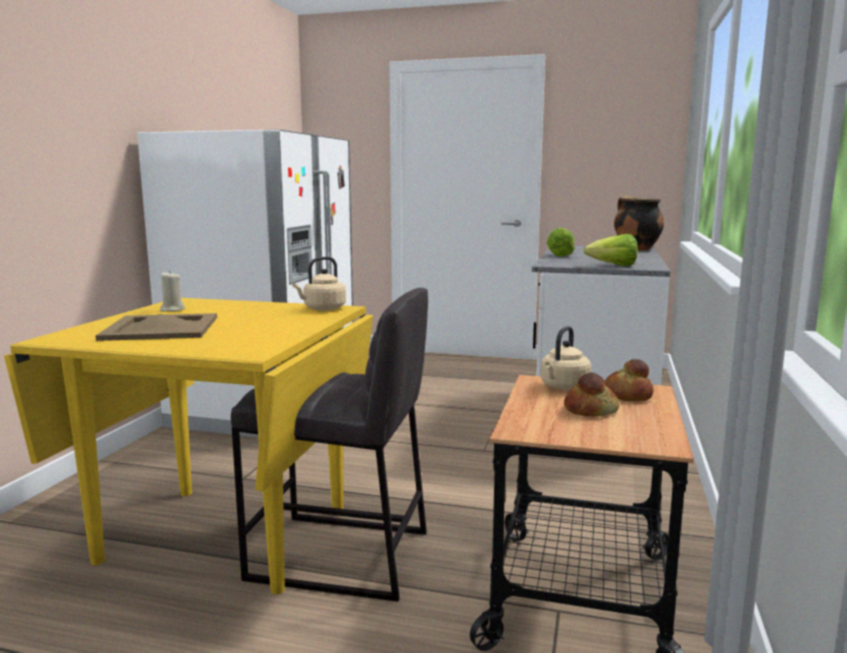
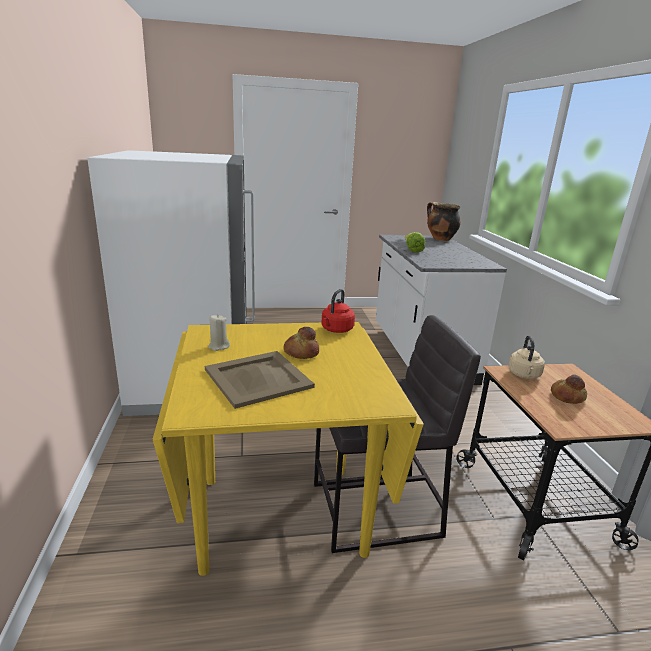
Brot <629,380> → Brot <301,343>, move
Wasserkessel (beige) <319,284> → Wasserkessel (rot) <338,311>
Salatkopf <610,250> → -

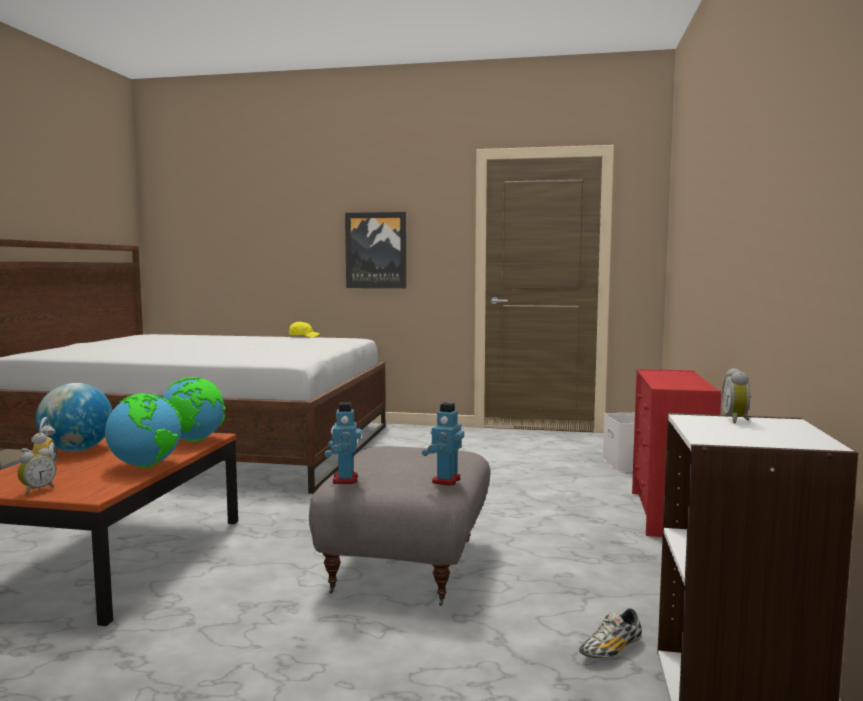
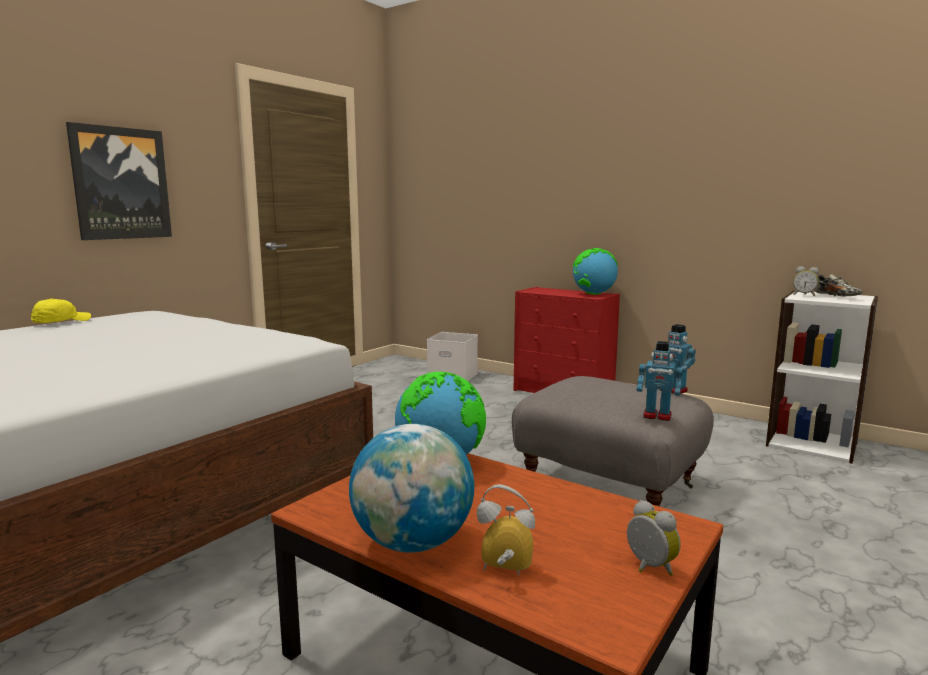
Globus <144,430> → Globus <595,271>, move
Schuh <610,633> → Schuh <839,285>, move

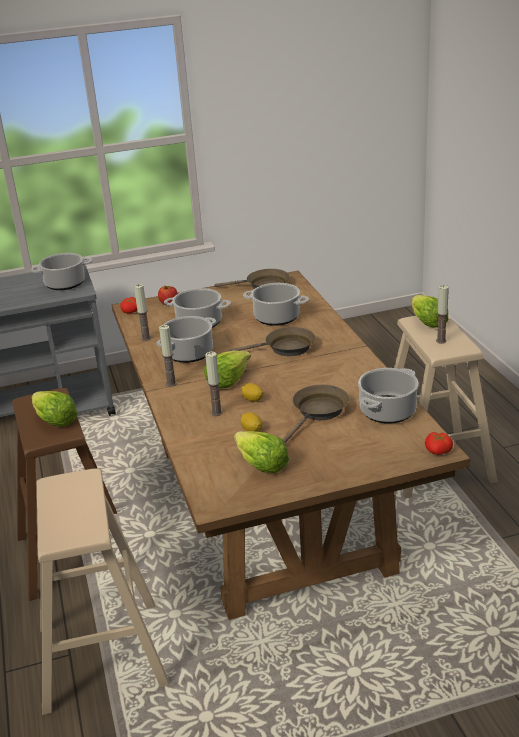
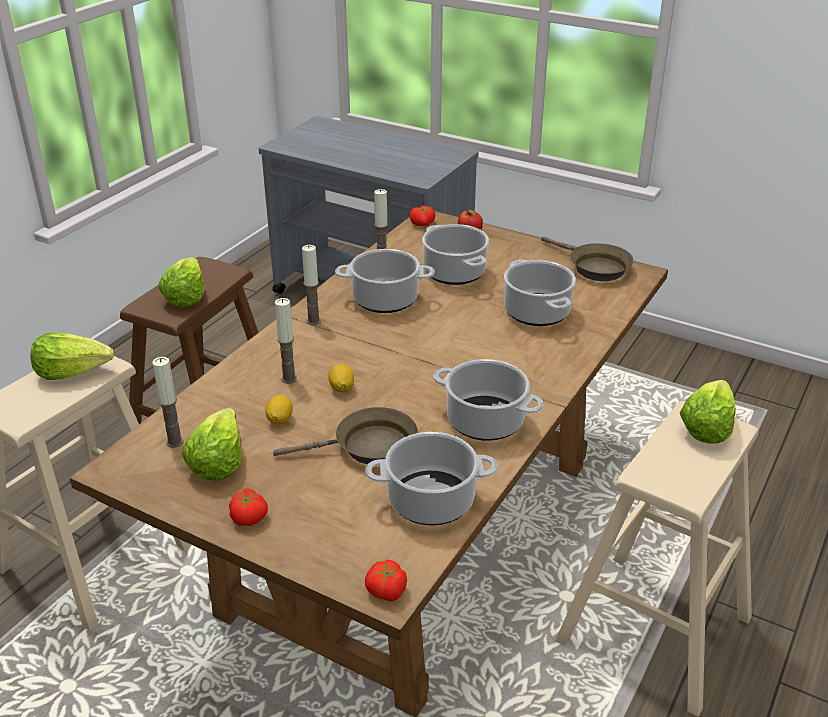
Salatkopf <227,369> → Salatkopf <72,356>, move
Kerze <442,314> → Kerze <168,402>, move
- → Tomate <248,507>
Kochtopf <62,271> → Kochtopf <488,400>, move
Pfanne (braun) <271,341> → -

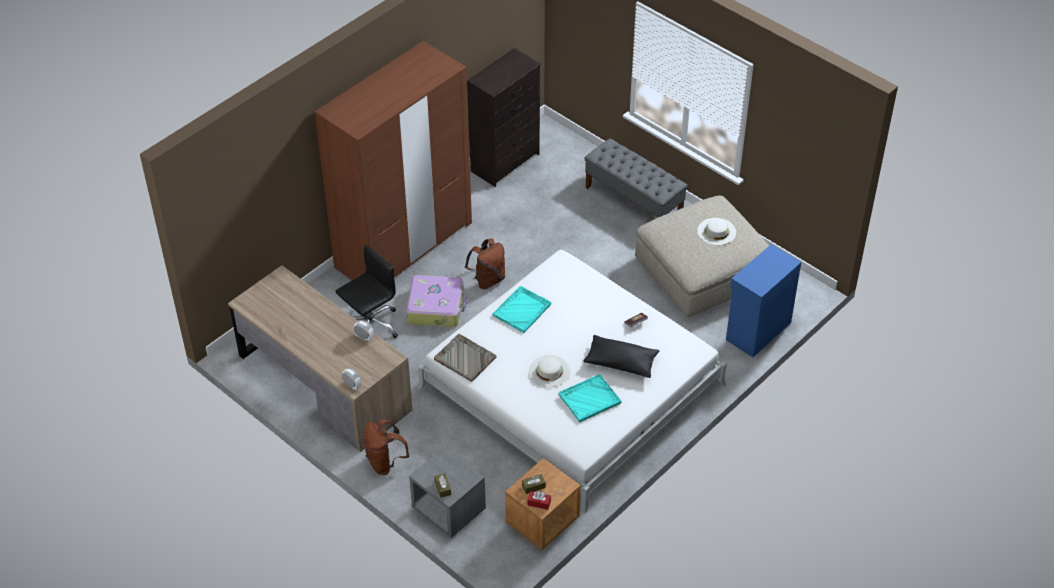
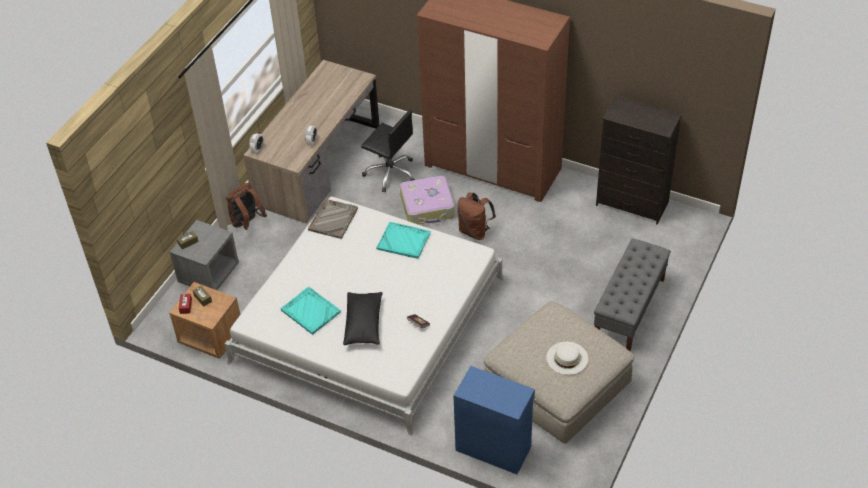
Hut (weiß) <549,371> → -

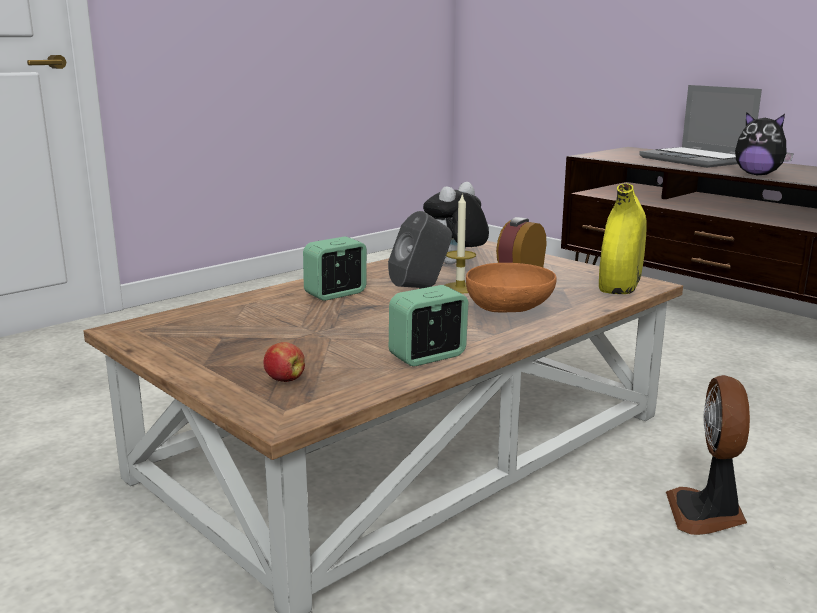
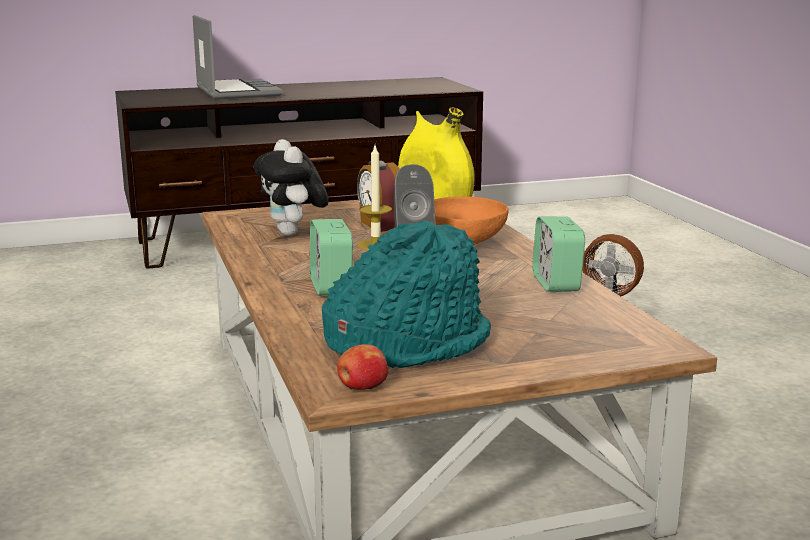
Laptop <700,126> → Laptop <238,57>, 105 degrees counterclockwise
- → Hut (türkis) <406,294>
Apfel <284,362> → Apfel <362,367>, move
Plüschtier <764,143> → -

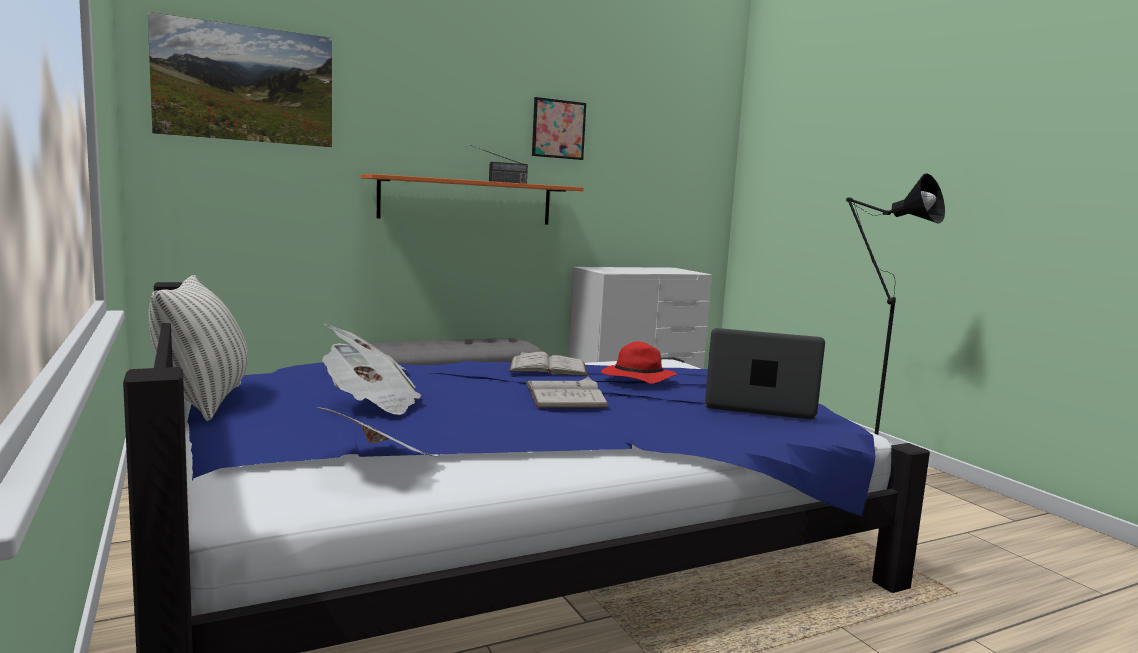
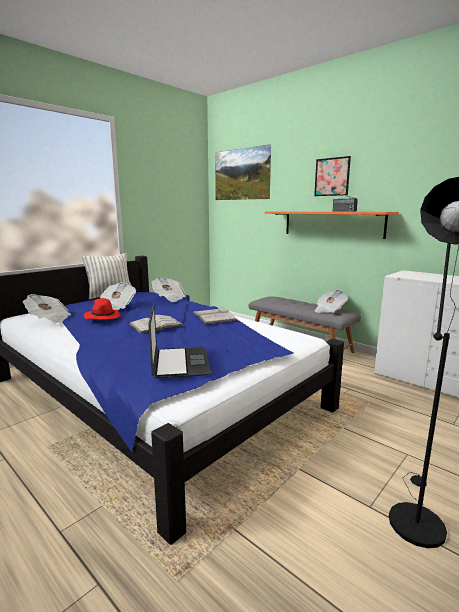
Hut (rot) <638,362> → Hut (rot) <102,309>, move
Bild <559,128> → Bild <332,176>, move
- → Zeitung <331,301>

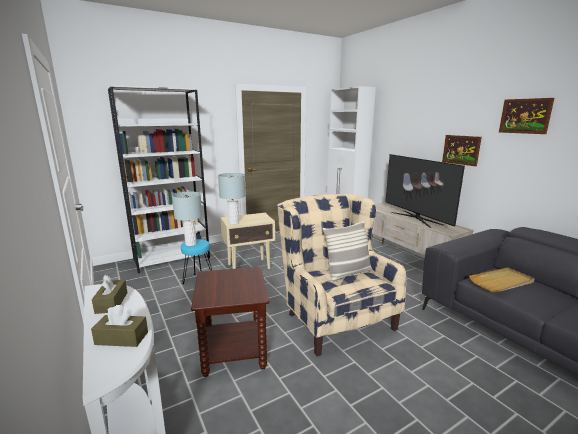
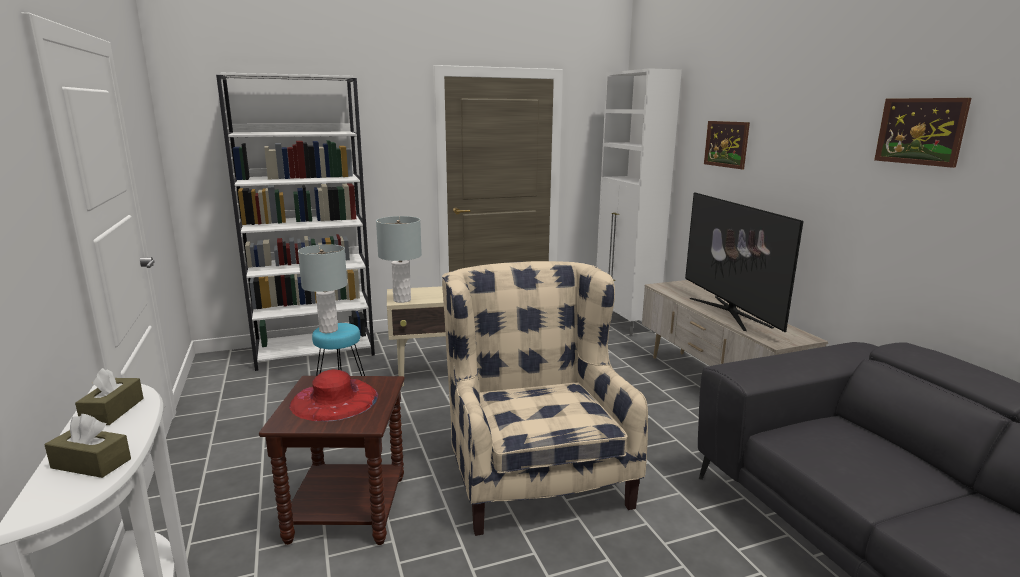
- → Hut (rot) <333,395>
Bild <462,150> → Bild <727,145>, move
Kissen <347,252> → -
Tablett (beige) <502,279> → -

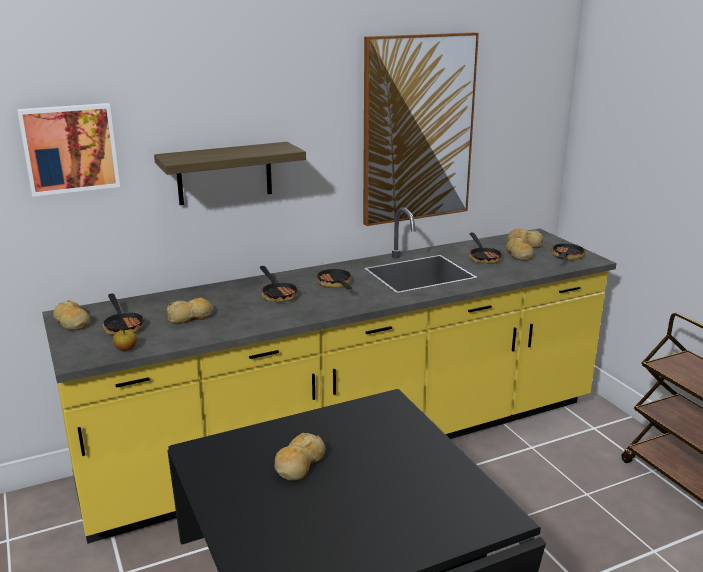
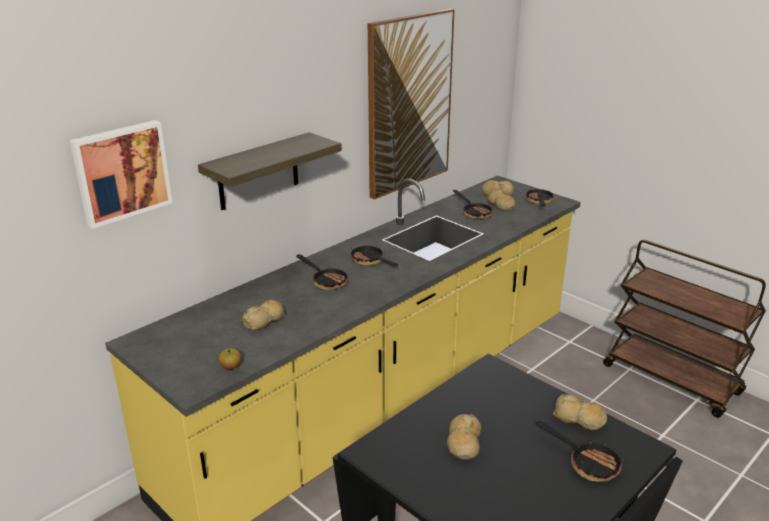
Pfanne <124,314> → Pfanne <579,451>, move
Brot <71,315> → Brot <580,412>, move

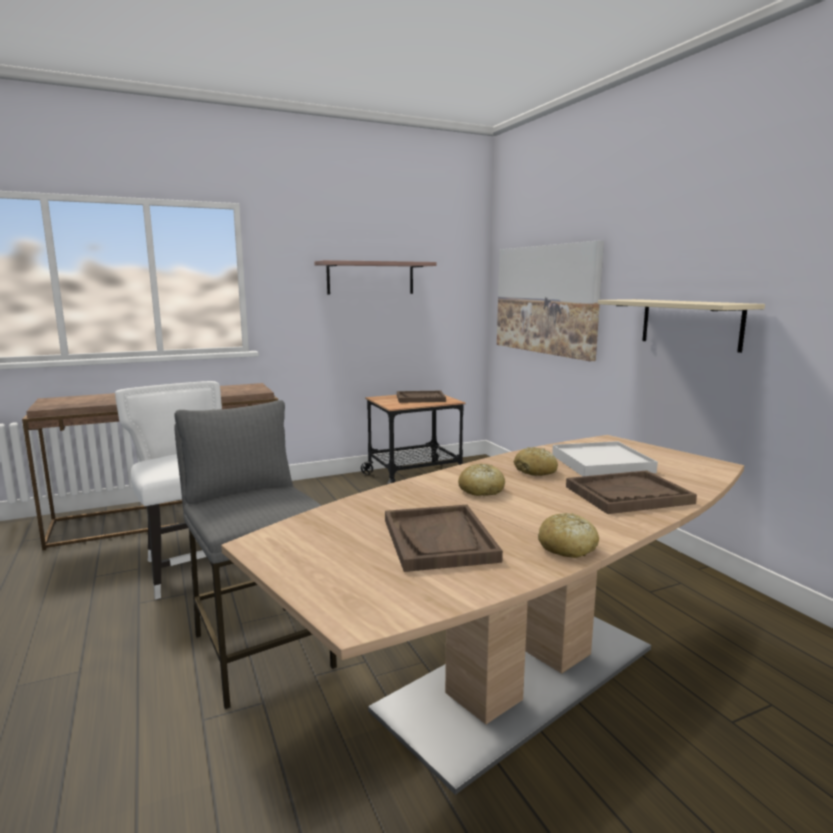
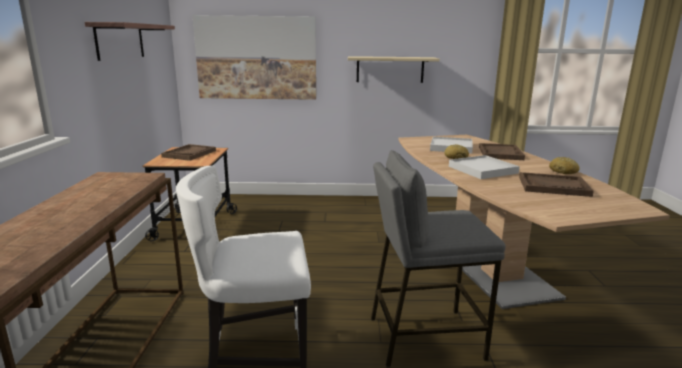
Brot <481,479> → Tablett (weiß) <484,167>

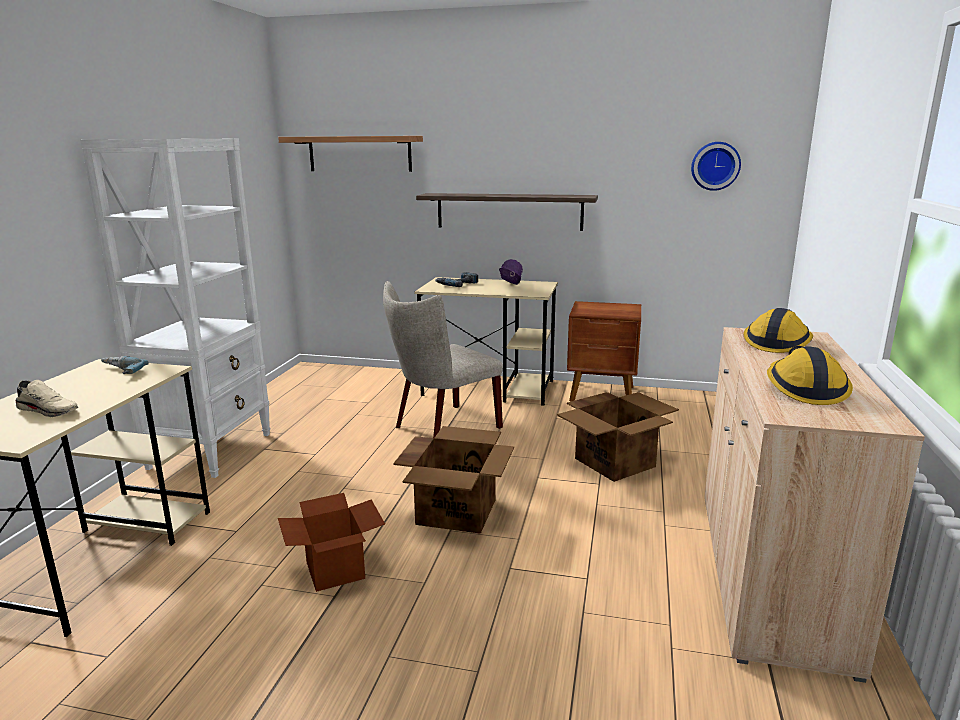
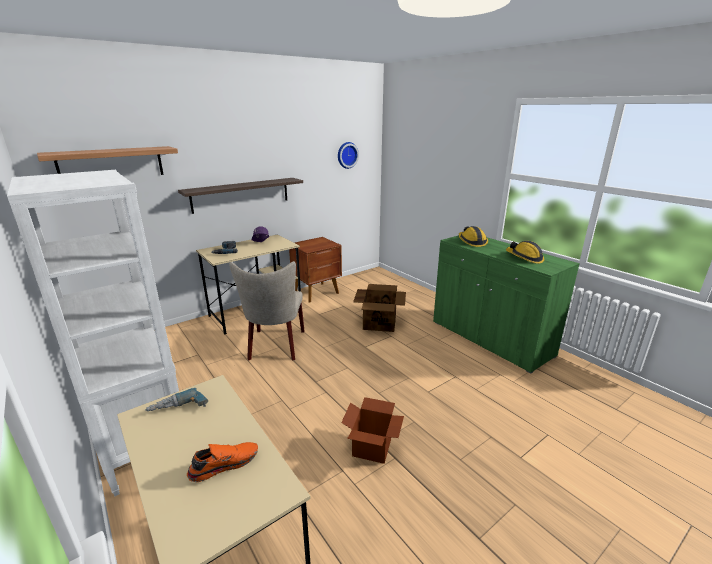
Schuh (beige) <47,398> → Schuh (orange) <222,462>
Schrank (beige) <814,505> → Schrank (grün) <506,304>
Karton <453,480> → -

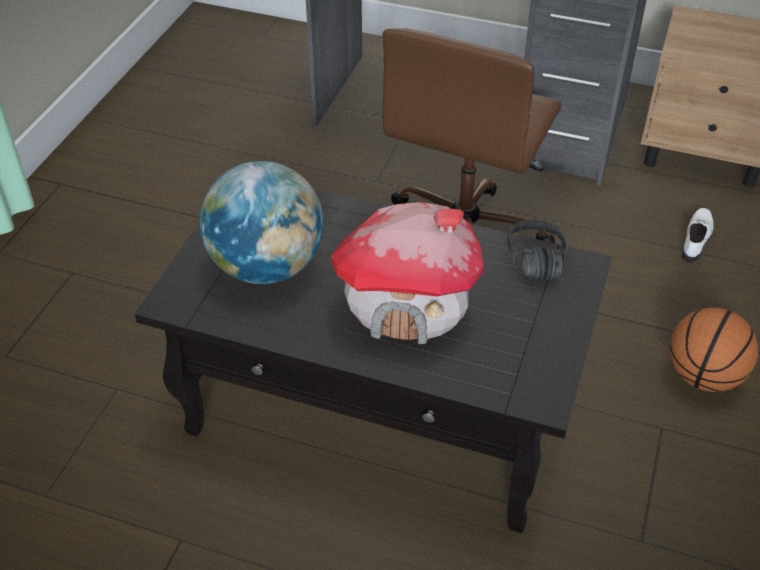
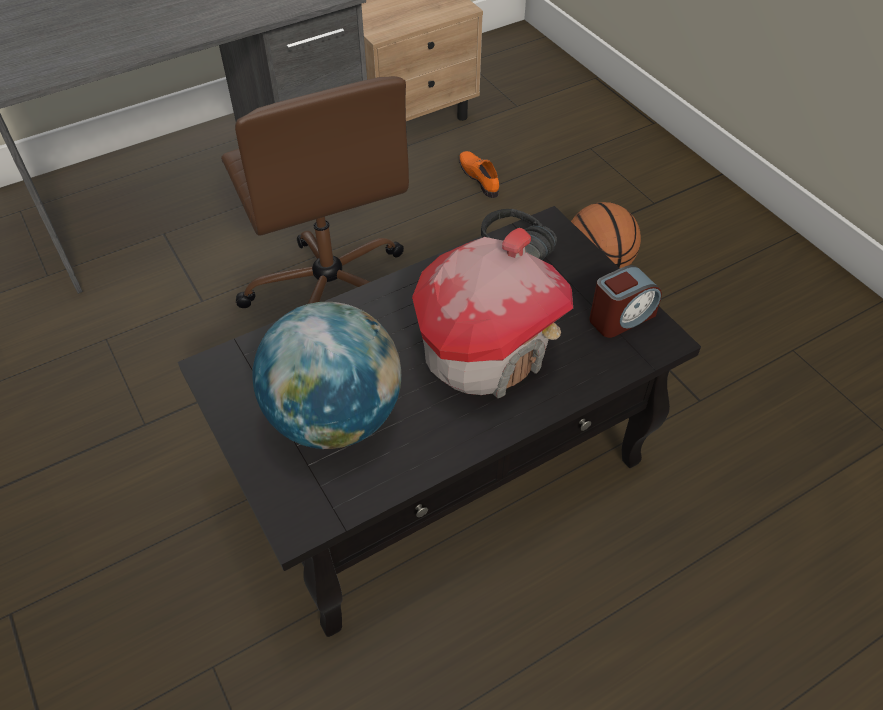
Schuh (weiß) <698,235> → Schuh (orange) <479,174>
- → Wecker <625,301>

